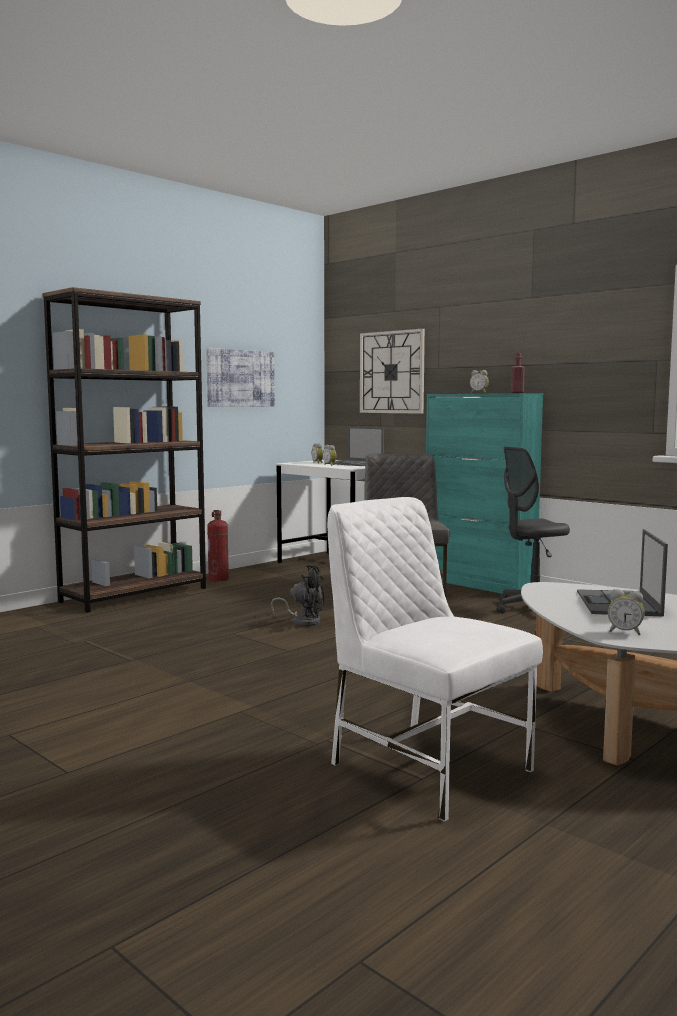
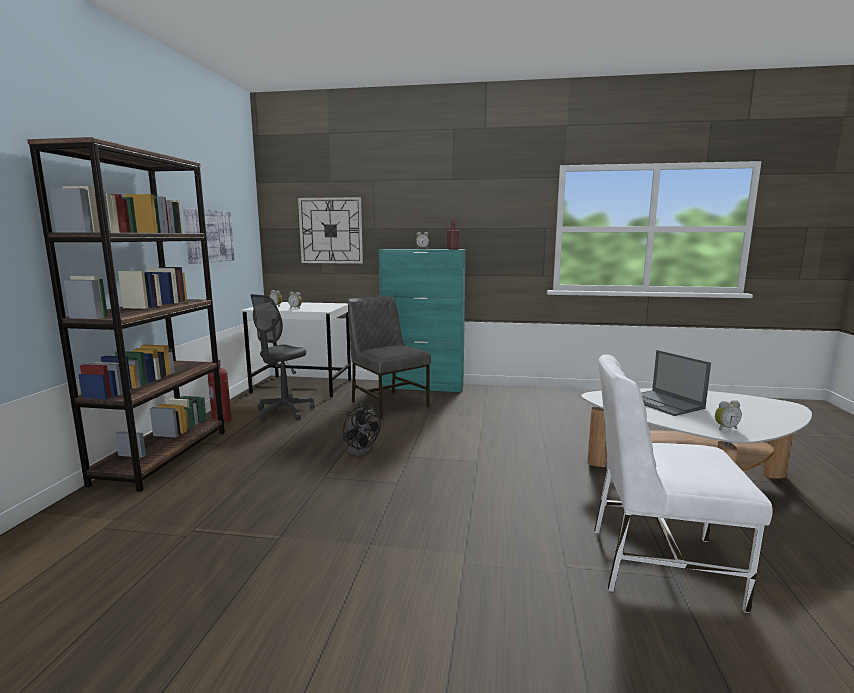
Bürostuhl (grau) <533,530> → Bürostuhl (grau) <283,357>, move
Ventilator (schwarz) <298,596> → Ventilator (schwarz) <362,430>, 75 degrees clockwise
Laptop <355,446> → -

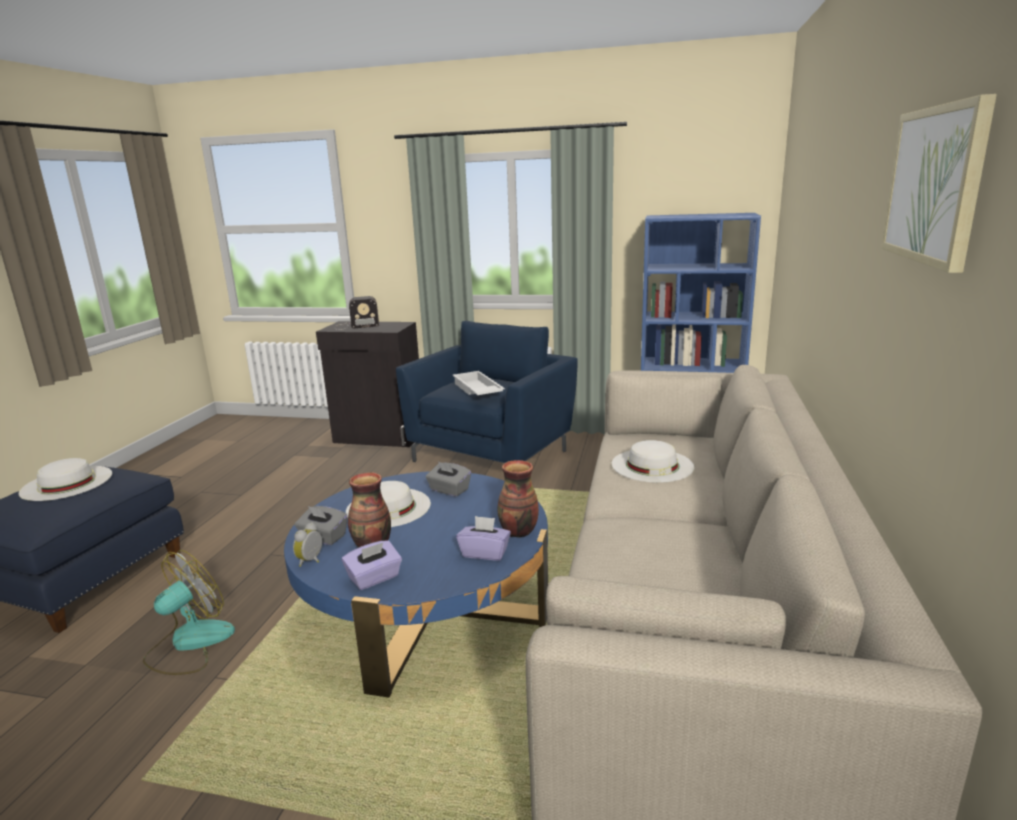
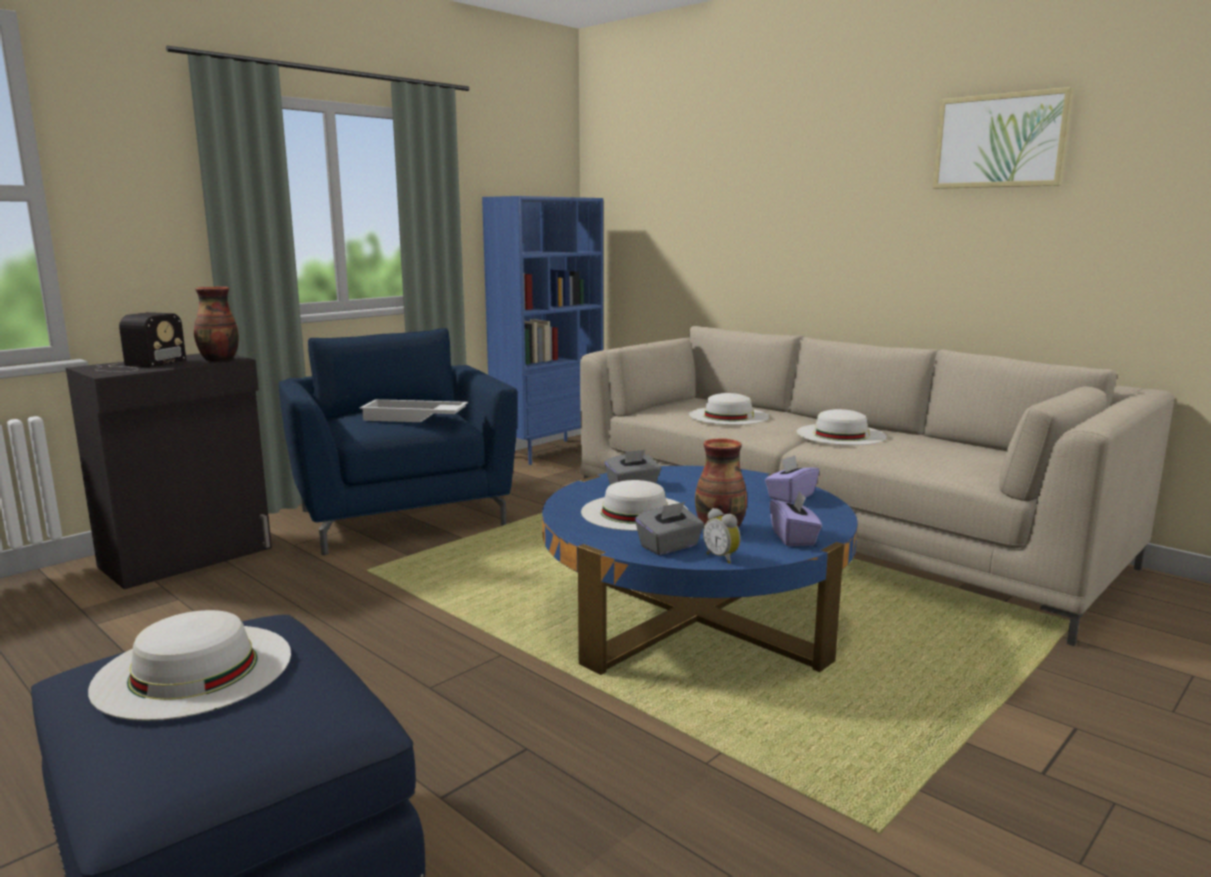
Vase <518,499> → Vase <216,324>, move
- → Hut (weiß) <842,427>
Ventilator <189,612> → -

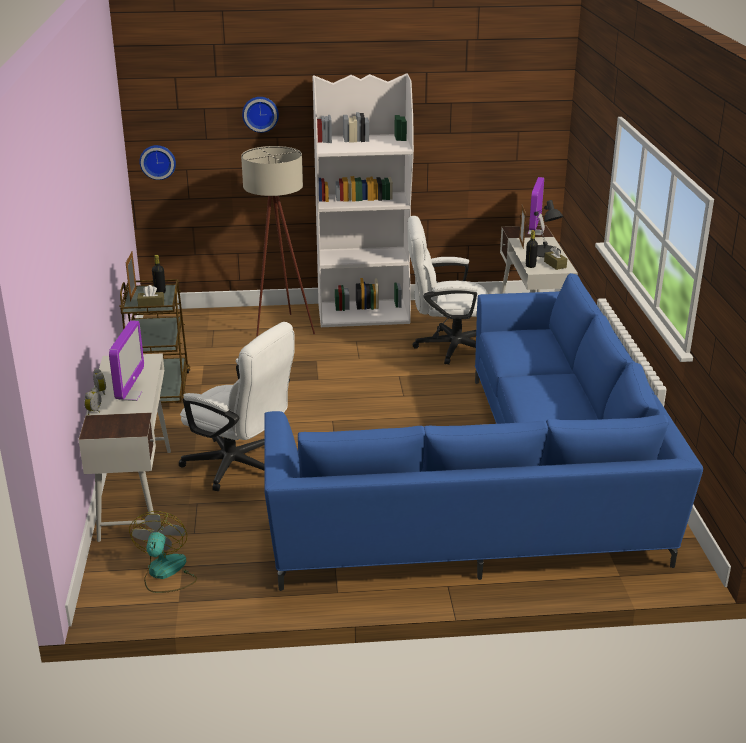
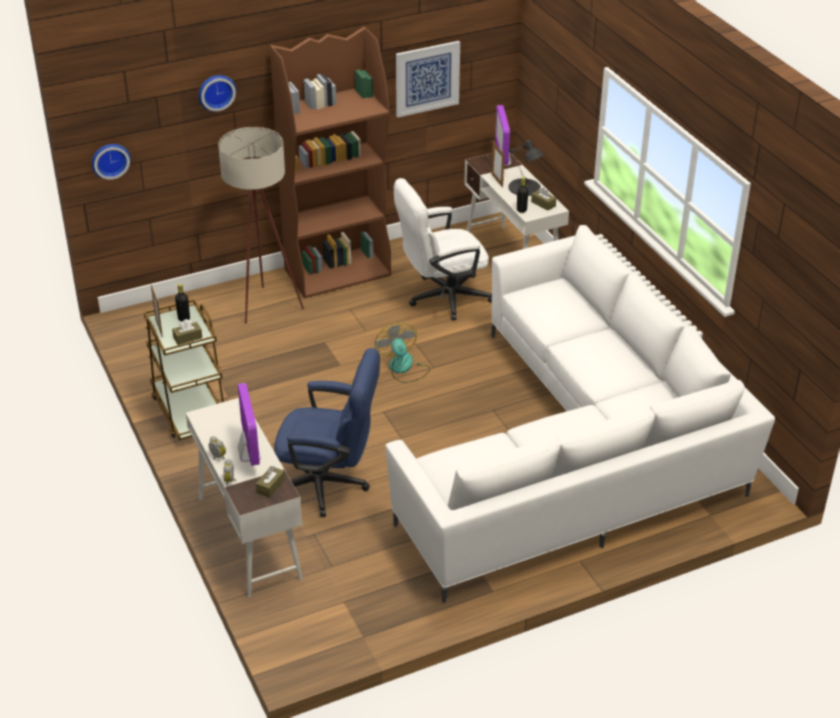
- → Taschentuchbox (braun) <270,482>
Bücherregal (weiß) <363,200> → Bücherregal (braun) <330,162>
Bürostuhl (weiß) <237,406> → Bürostuhl (blau) <327,432>
Ventilator <163,552> → Ventilator <403,352>, move
Sofa (blau) <483,432> → Sofa (weiß) <580,414>
- → Bild <428,79>

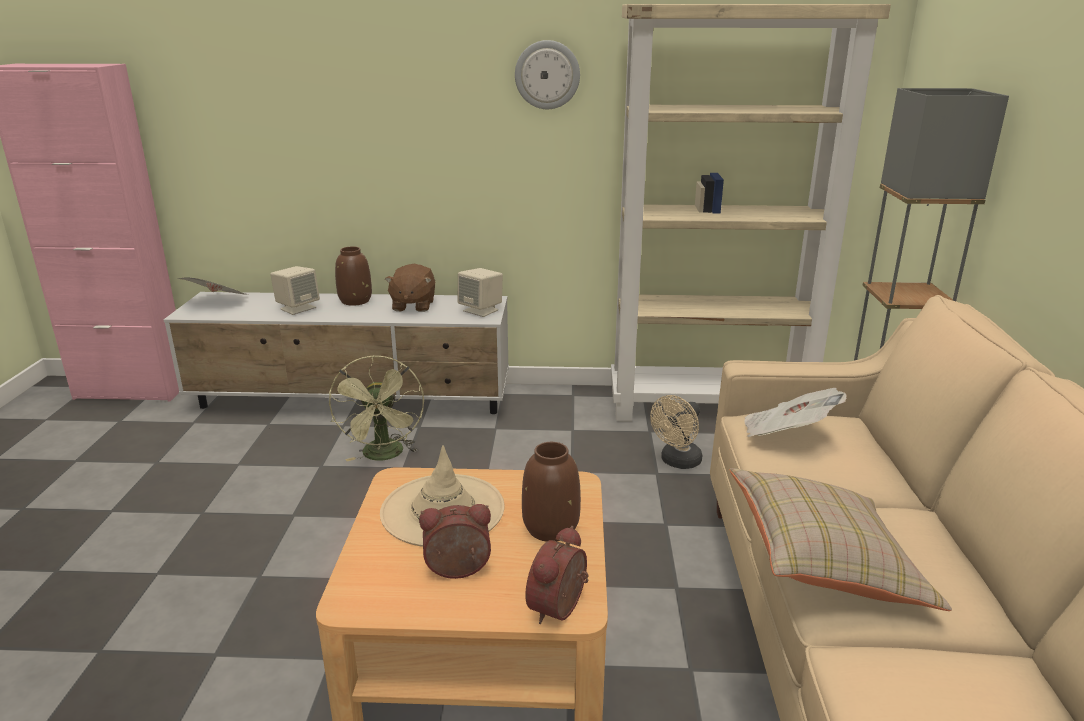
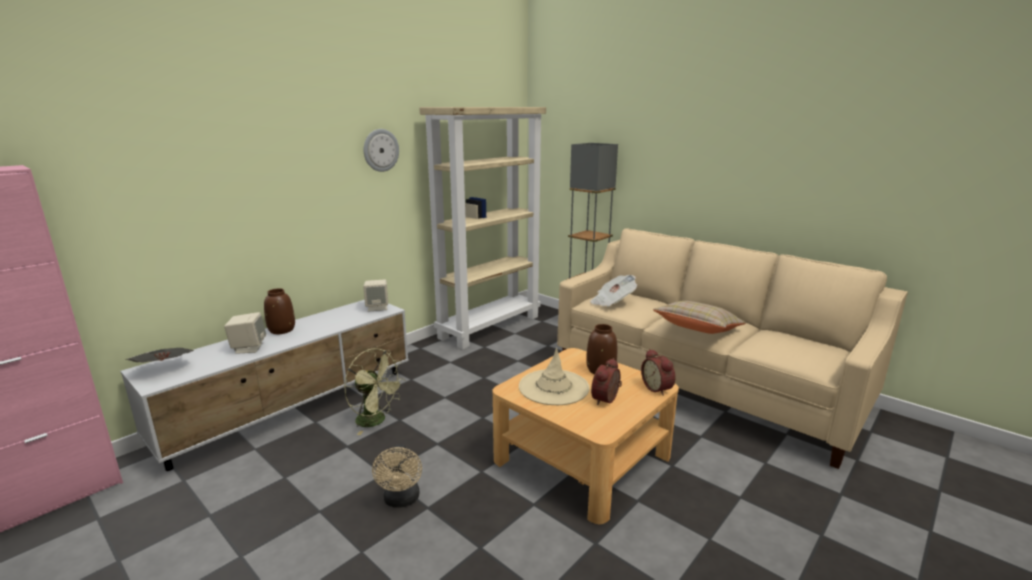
Ventilator (beige) <676,432> → Ventilator (beige) <397,475>, move
Plüschtier (braun) <410,288> → -

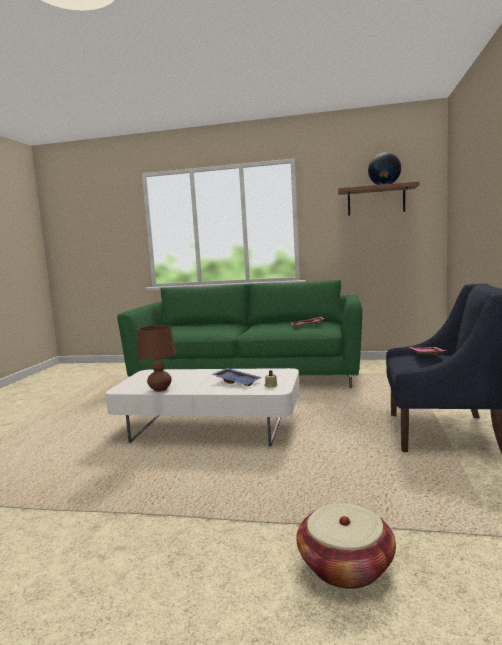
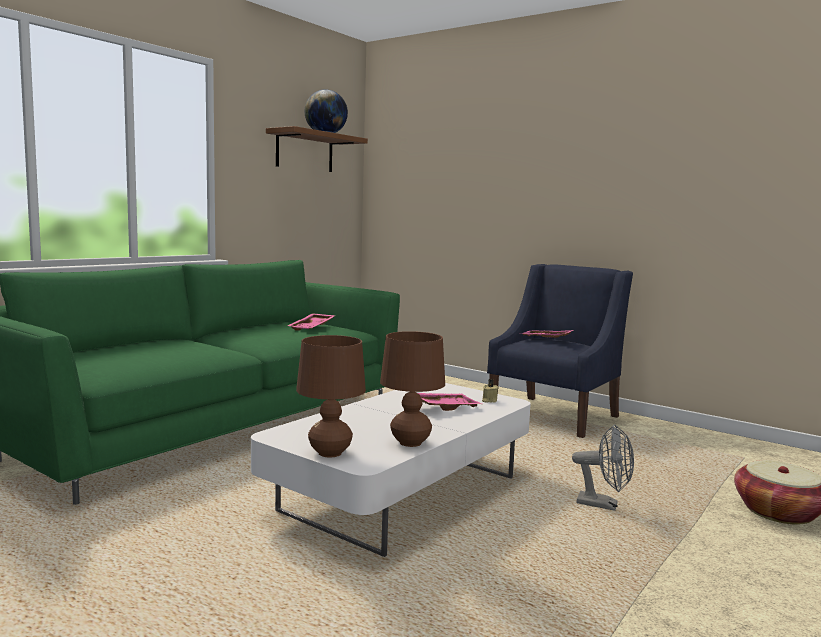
- → Tischlampe (braun) <331,396>
Tablett (blau) <236,377> → Tablett (rosa) <450,402>
- → Ventilator (grau) <603,467>

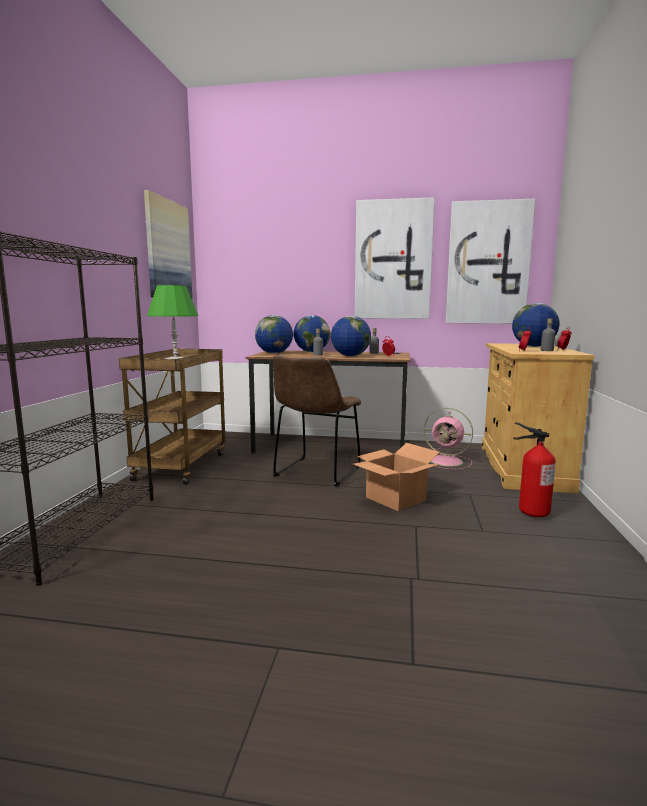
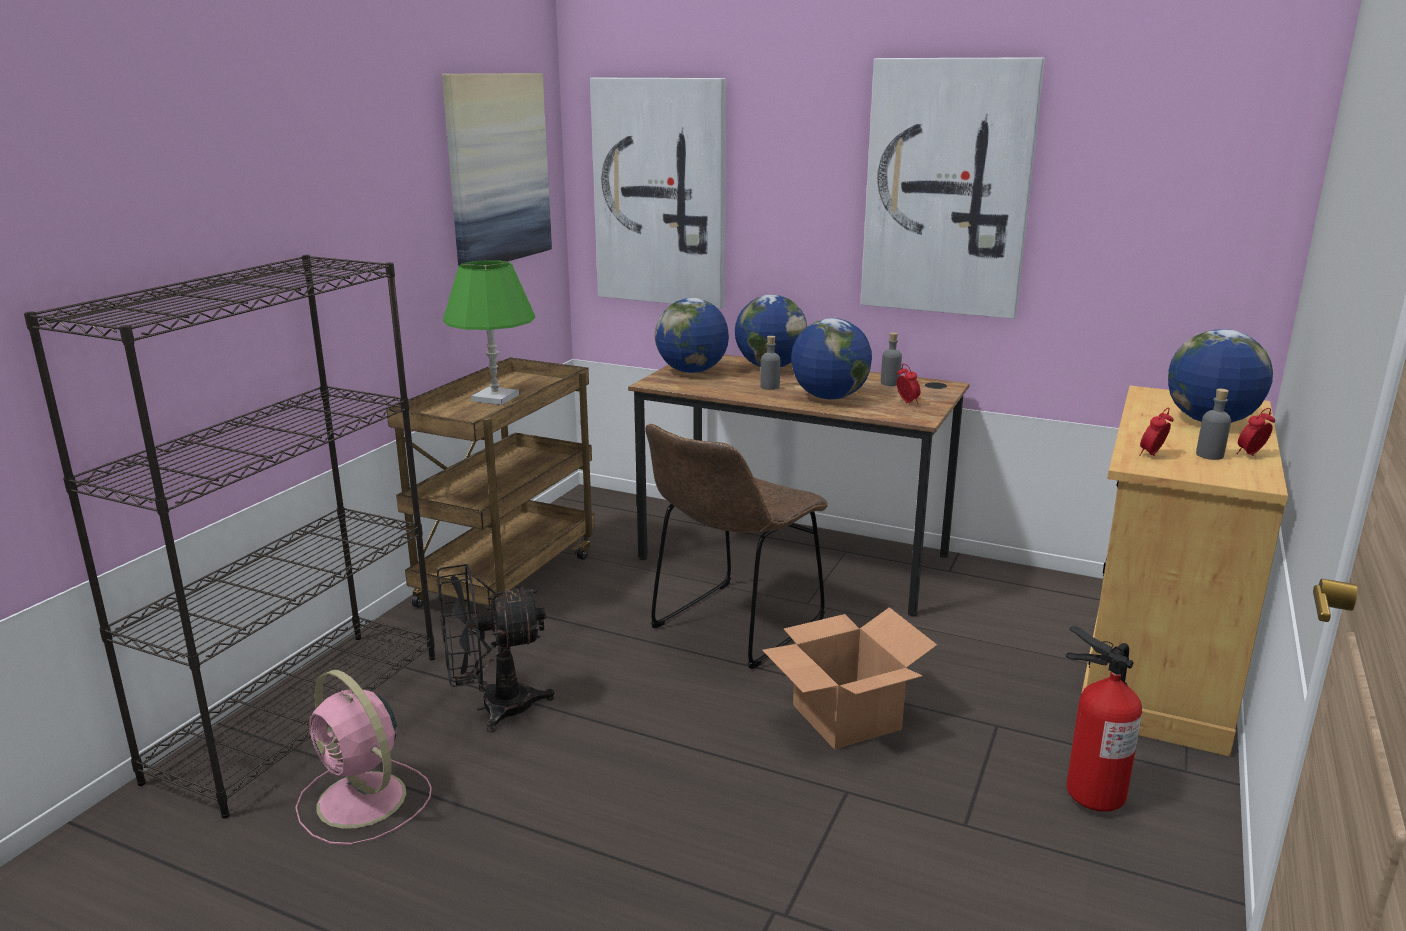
Ventilator (rosa) <448,438> → Ventilator (rosa) <363,757>, move
- → Ventilator (schwarz) <496,648>
Bild <490,261> → Bild <658,193>, move

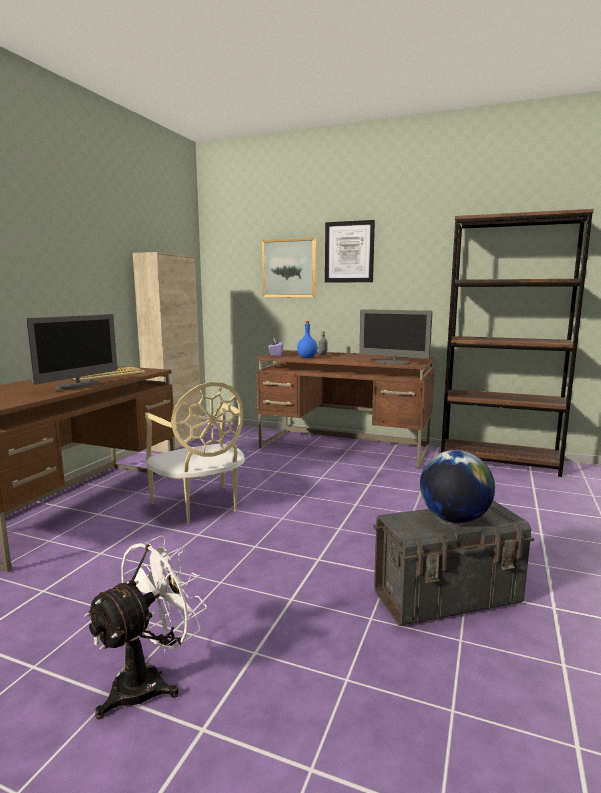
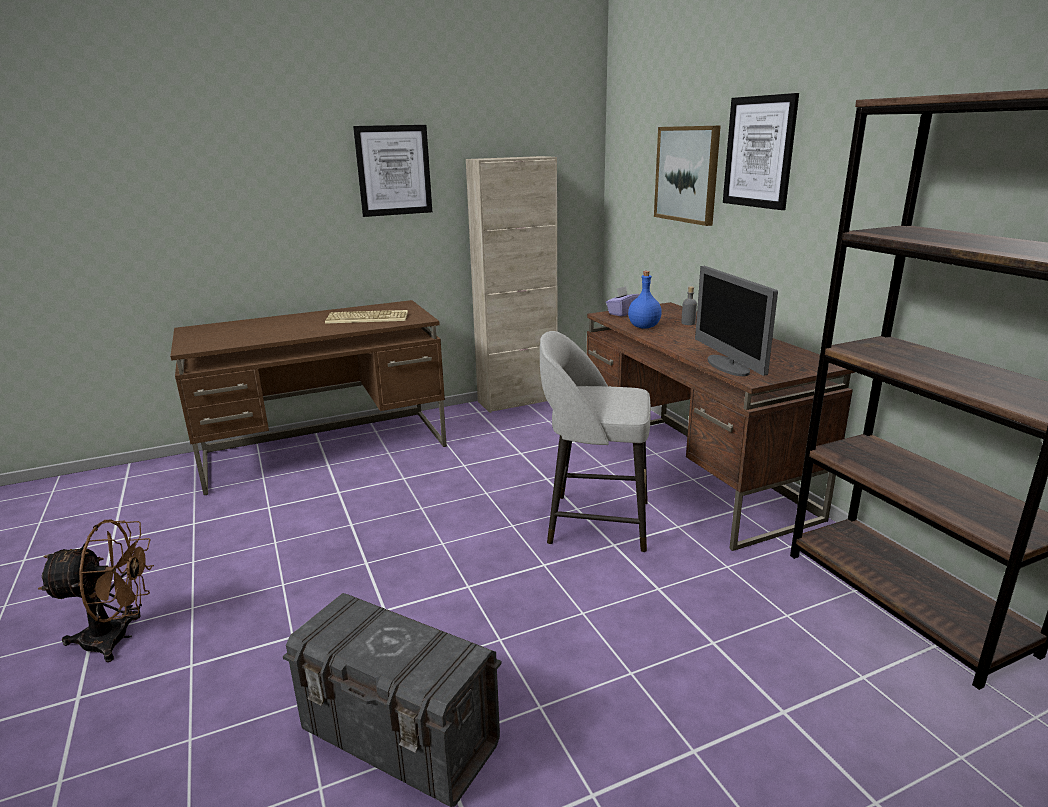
Ventilator (weiß) <145,628> → Ventilator (braun) <96,591>
- → Bild <392,171>
- → Hocker (grau) <595,441>
Monitor <71,352> → -
Stuhl (beige) <195,453> → -
Globus <457,486> → -

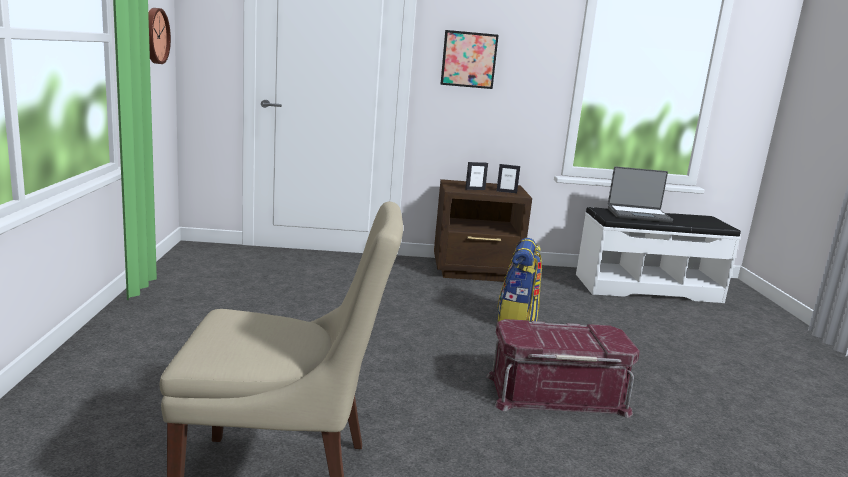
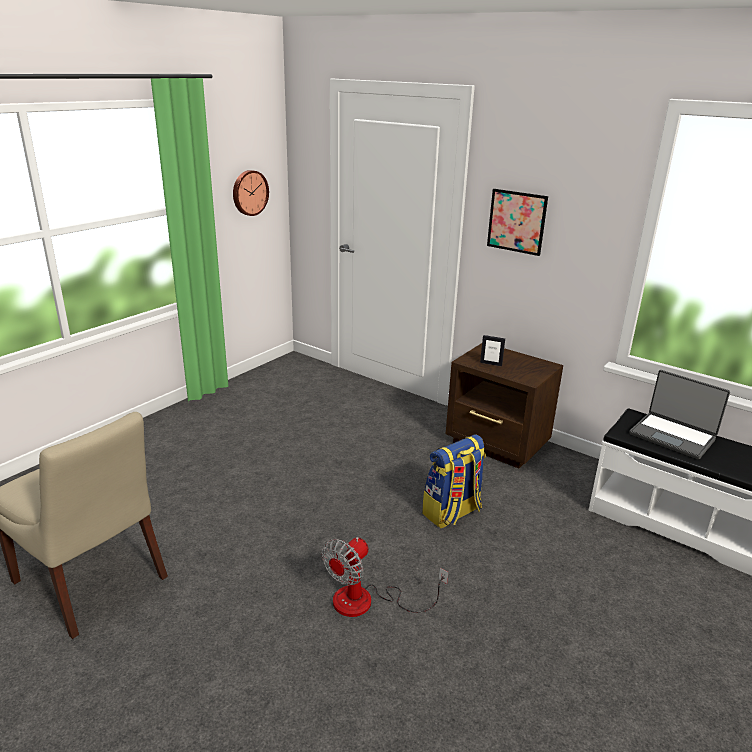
Aufbewahrungsbox (rot) <563,368> → Ventilator <385,577>
Bilderrahmen <508,178> → -

